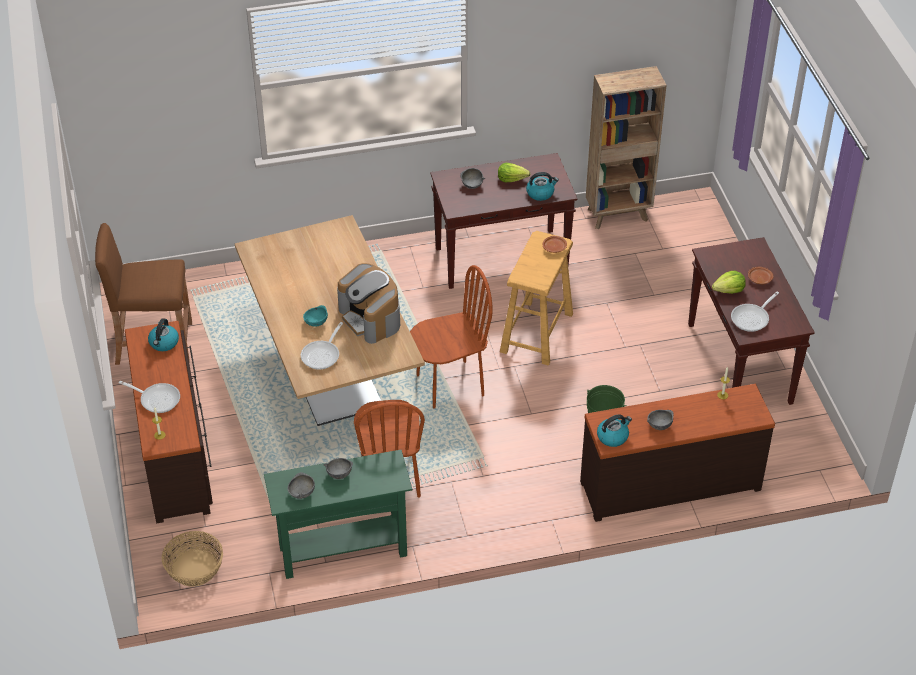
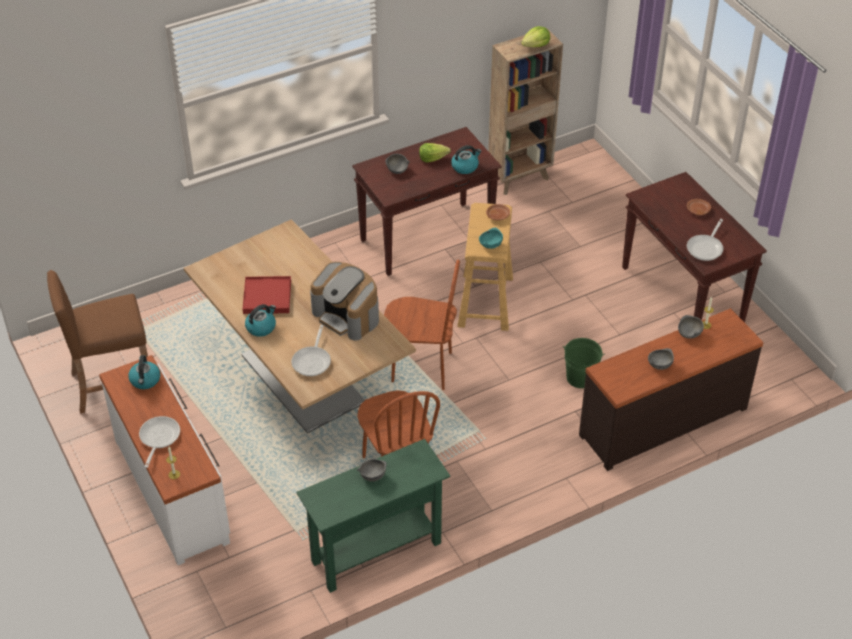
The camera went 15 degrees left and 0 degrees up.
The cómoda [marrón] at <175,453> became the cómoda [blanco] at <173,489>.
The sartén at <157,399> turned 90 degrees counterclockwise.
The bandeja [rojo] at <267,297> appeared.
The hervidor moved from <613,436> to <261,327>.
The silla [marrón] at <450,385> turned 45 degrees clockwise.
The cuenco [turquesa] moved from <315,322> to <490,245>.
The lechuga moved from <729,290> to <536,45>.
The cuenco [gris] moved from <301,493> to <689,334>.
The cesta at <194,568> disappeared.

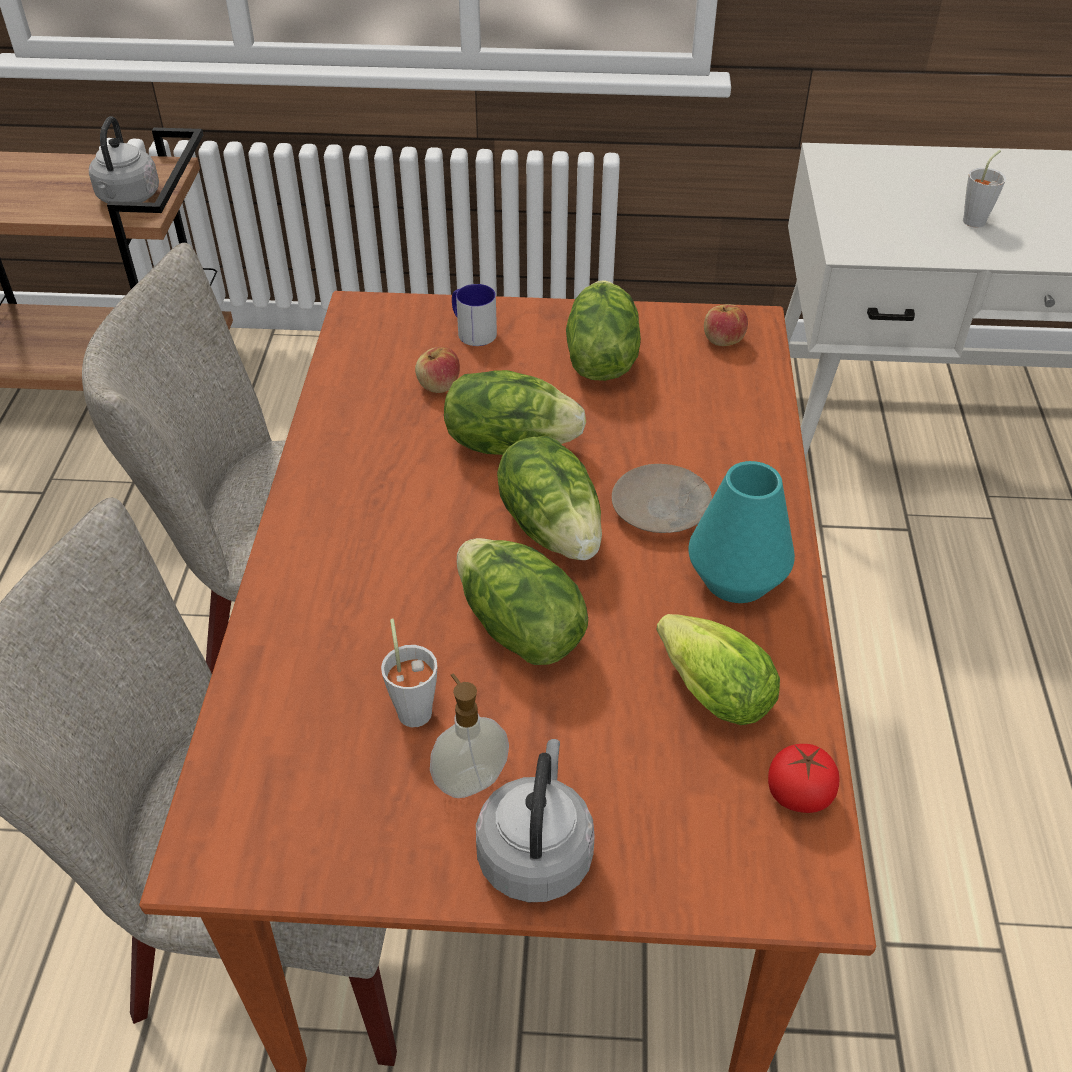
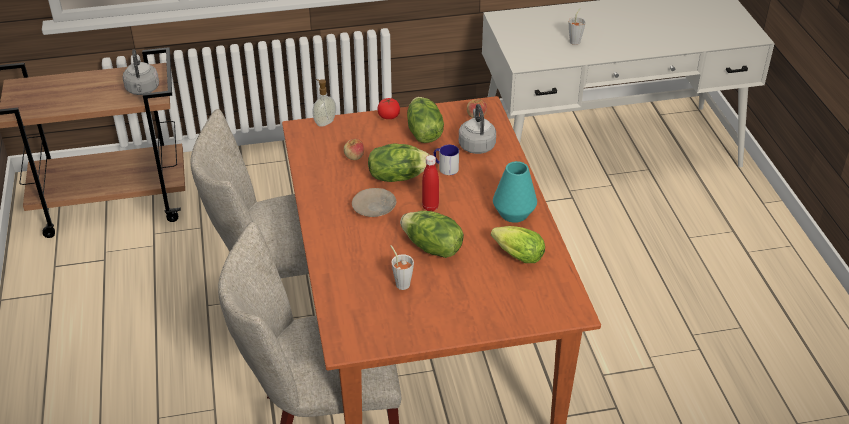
The camera went 15 degrees left and 5 degrees down.
The dispensador de jabón moved from <470,780> to <324,122>.
The plato [beis] moved from <662,508> to <374,207>.
The tomate moved from <798,794> to <388,116>.
The lechuga at <552,527> was replaced by the botella [rojo] at <430,207>.
The taza grande moved from <472,331> to <445,168>.
The hervidor [gris] moved from <536,852> to <476,145>.

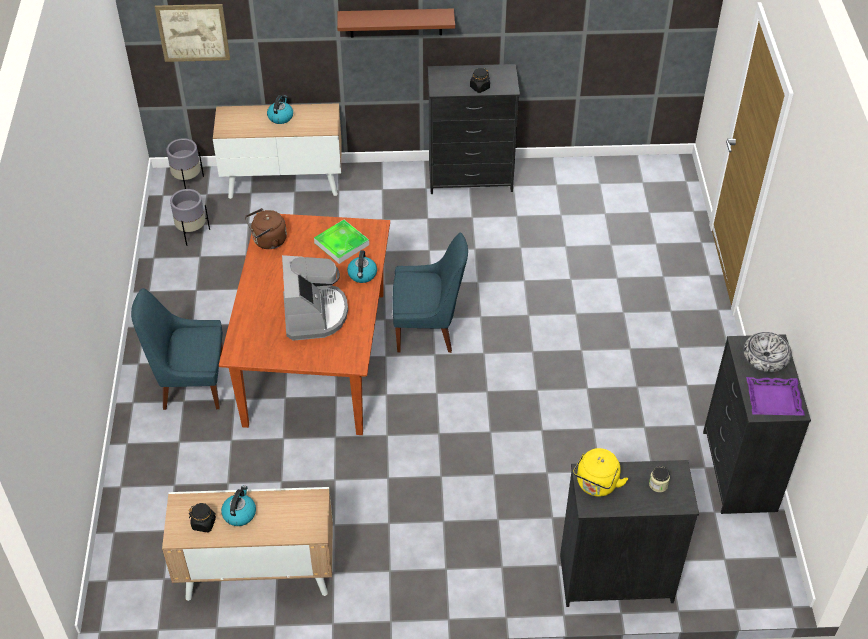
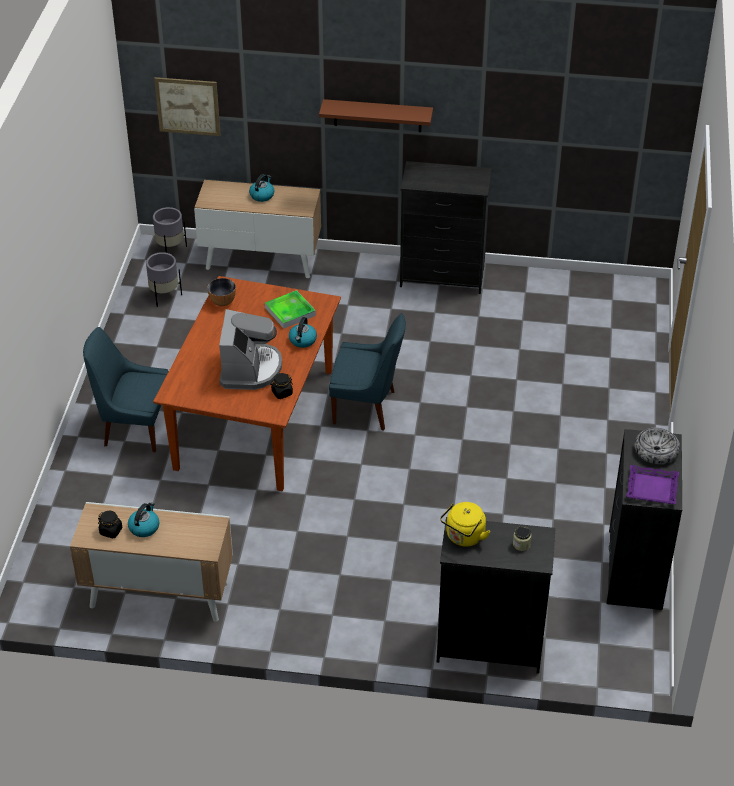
The camera went 10 degrees right and 5 degrees down.
The hervidor [marrón] at <268,241> was replaced by the cuenco at <222,302>.
The tarro [negro] moved from <479,87> to <282,393>.

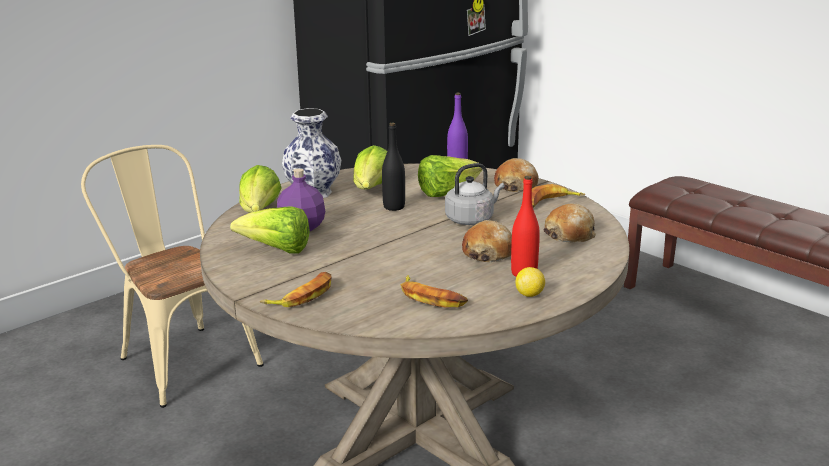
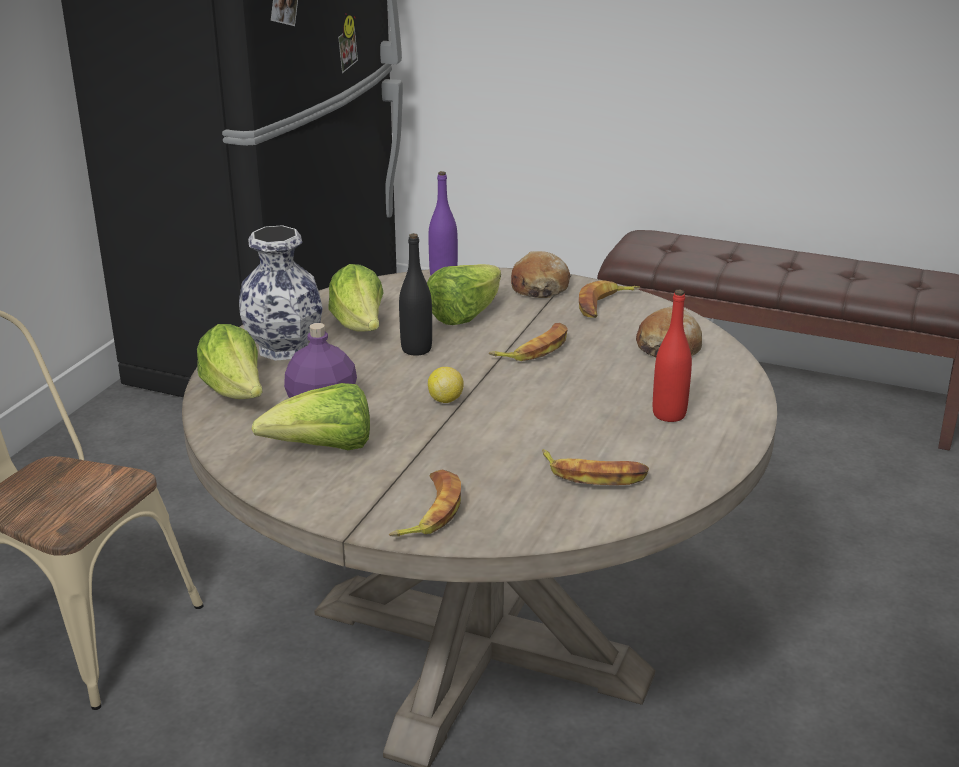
The camera went 25 degrees left and 5 degrees up.
The limón moved from <529,294> to <445,399>.
The hervidor [gris] at <471,219> was replaced by the plátano at <534,349>.
The pan at <488,252> disappeared.

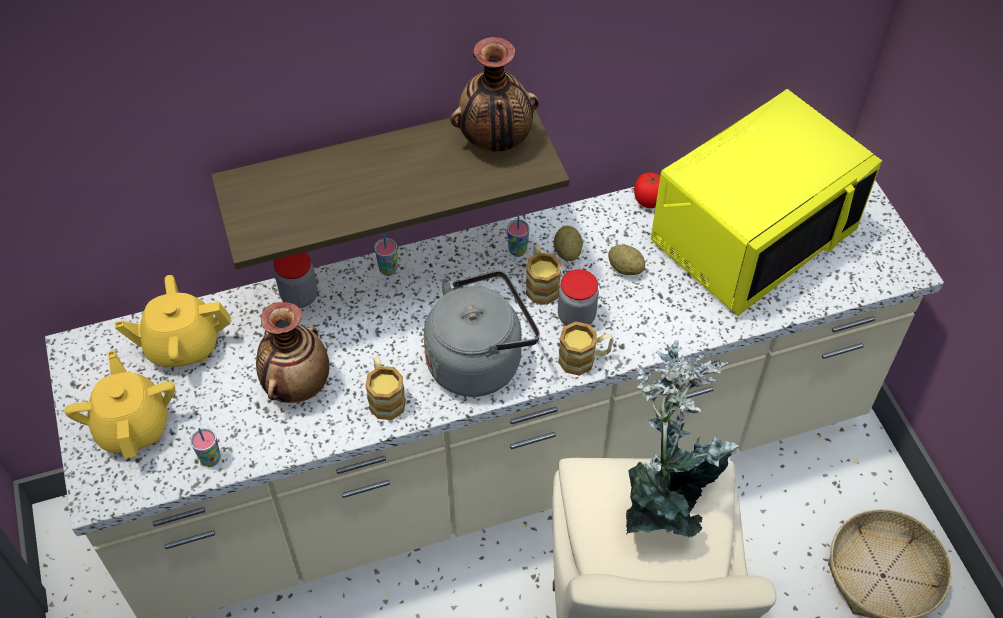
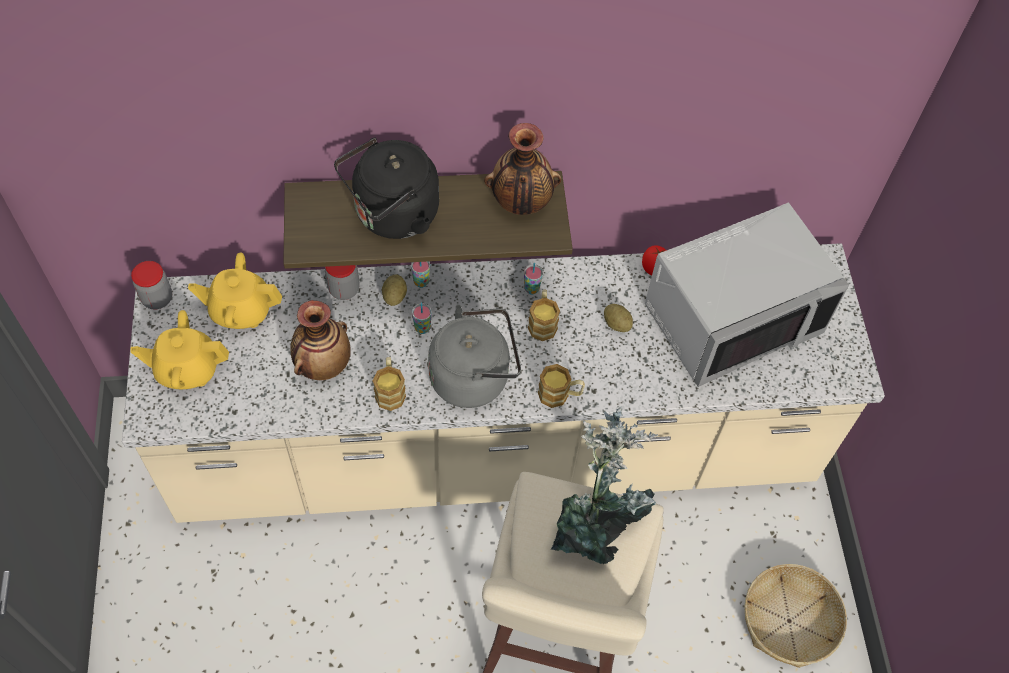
The camera went 10 degrees right and 5 degrees up.
The tetera [amarillo] at <133,426> turned 90 degrees counterclockwise.
The tarro moved from <576,316> to <157,298>.
The hervidor [negro] at <392,215> appeared.
The patata moved from <567,252> to <394,296>.
The taza moved from <211,459> to <422,328>.
The microondas [amarillo] at <750,235> became the microondas [gris] at <731,317>.

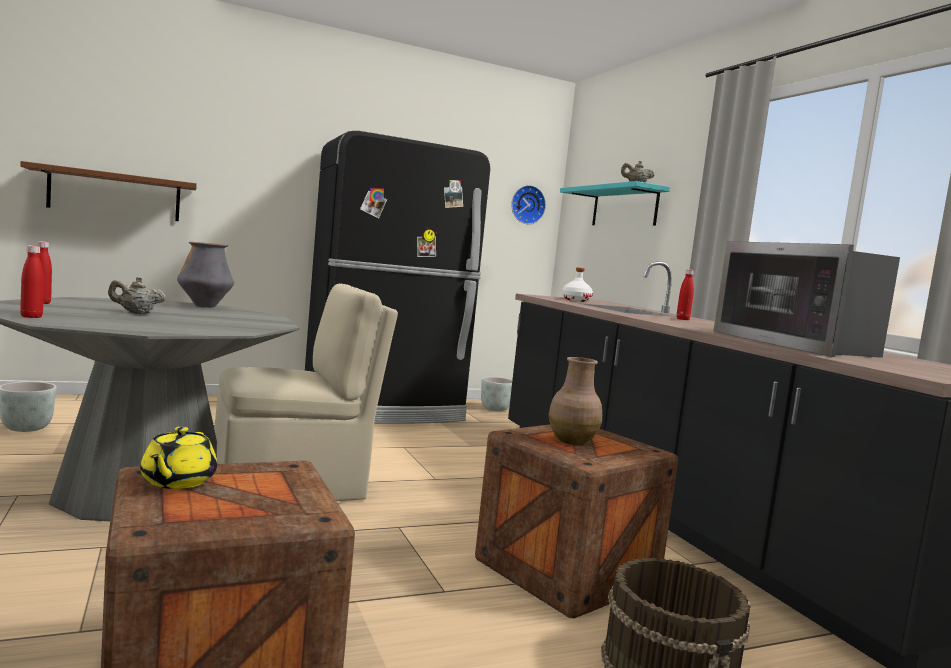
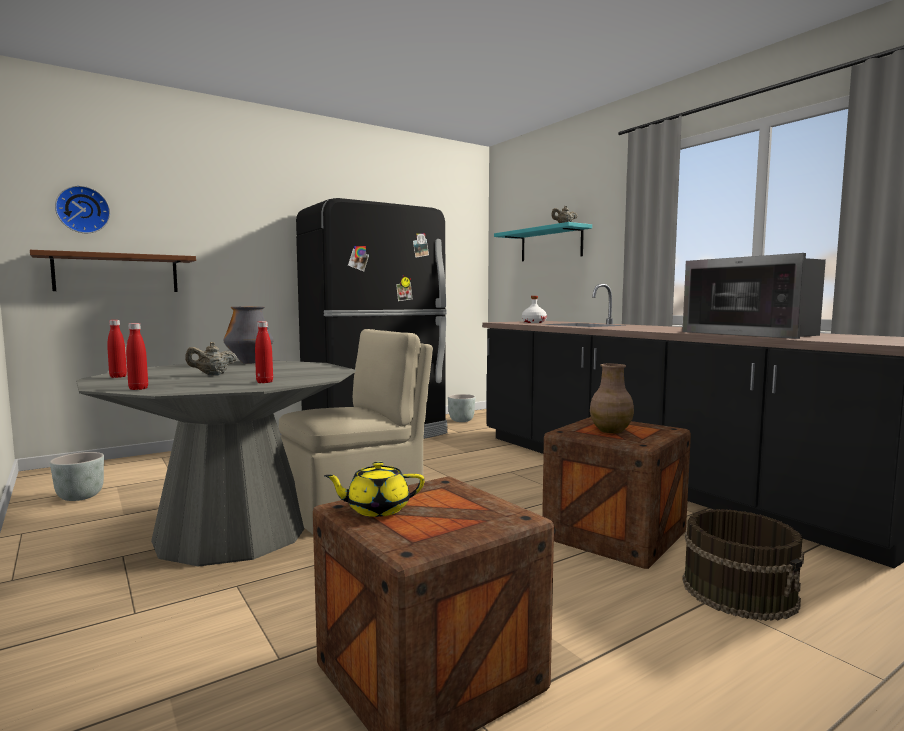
The camera went 10 degrees left and 0 degrees up.
The reloj de pared moved from <527,204> to <83,210>.
The botella [rojo] moved from <682,319> to <264,382>.
The tetera [amarillo] at <177,481> turned 90 degrees clockwise.

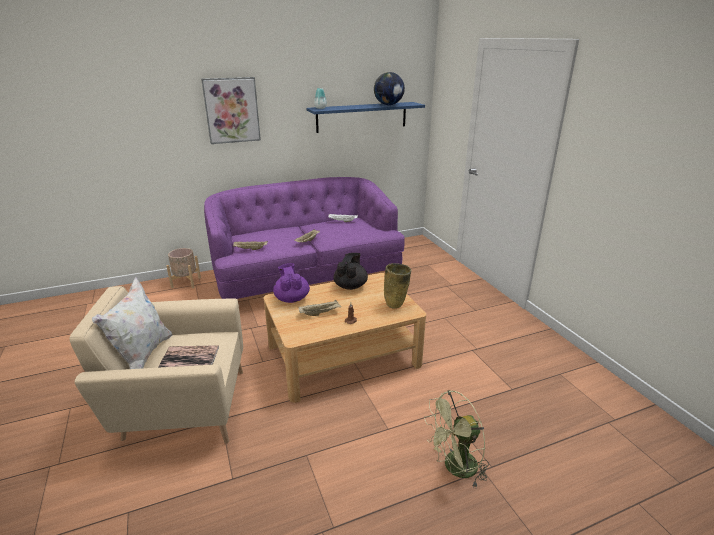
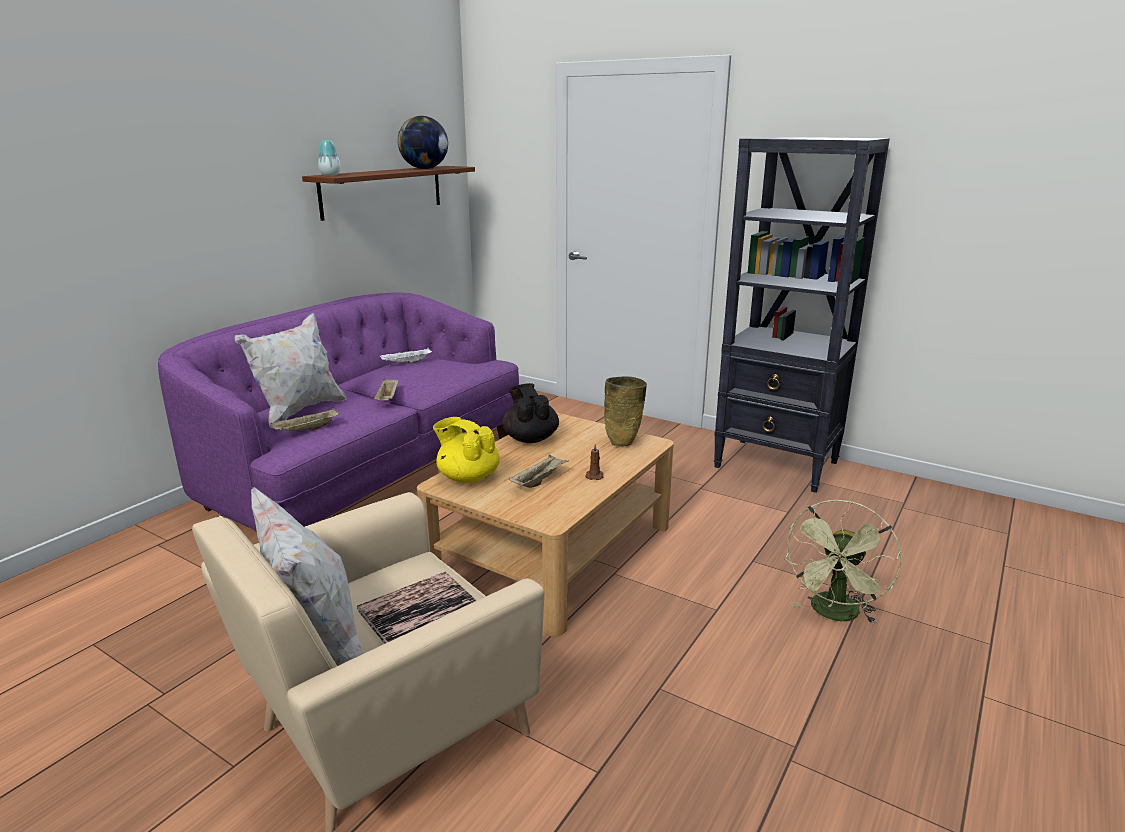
The camera went 35 degrees left and 5 degrees down.
The cojín [blanco] at <299,411> appeared.
The estante [azul] at <362,117> became the estante [marrón] at <383,191>.
The tetera [morado] at <291,298> became the tetera [amarillo] at <468,477>.
The estantería [negro] at <777,465> appeared.
The maceta [beis] at <186,282> disappeared.
The cuadro at <232,110> disappeared.

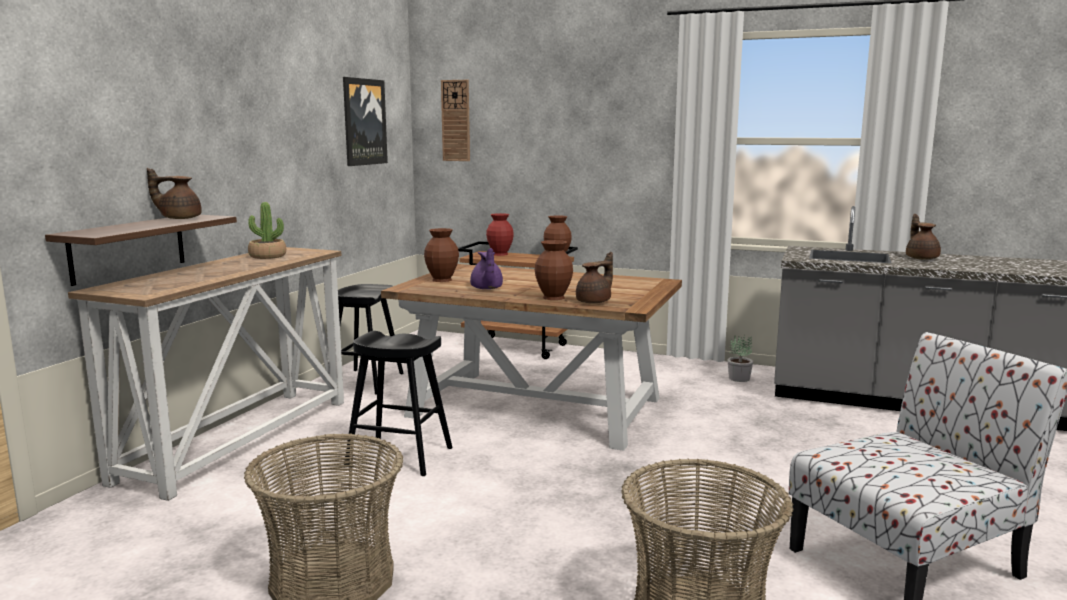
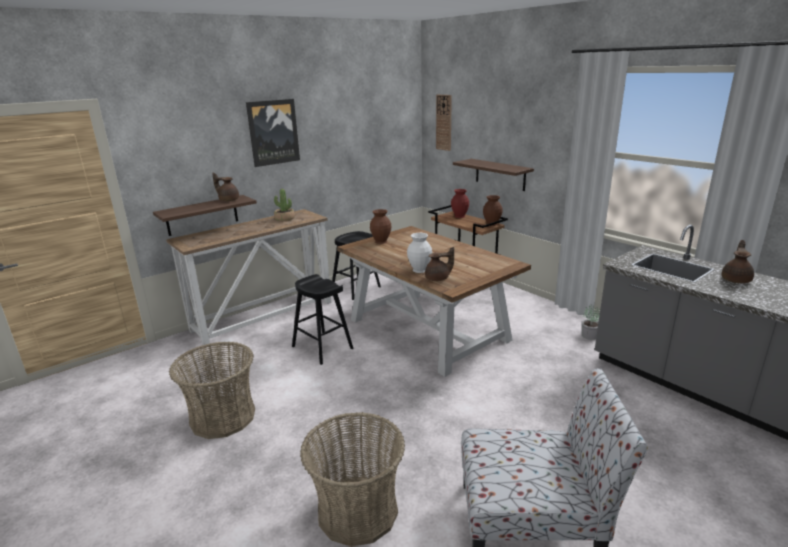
The camera went 30 degrees right and 10 degrees up.
The cuadro moved from <364,122> to <273,132>.
The florero [marrón] at <552,297> became the florero [blanco] at <419,270>.
The estante at <500,174> appeared.
The tetera [morado] at <486,288> disappeared.

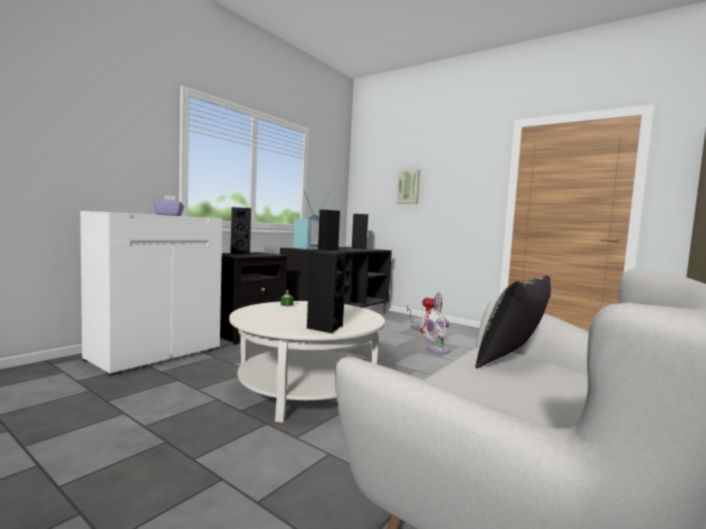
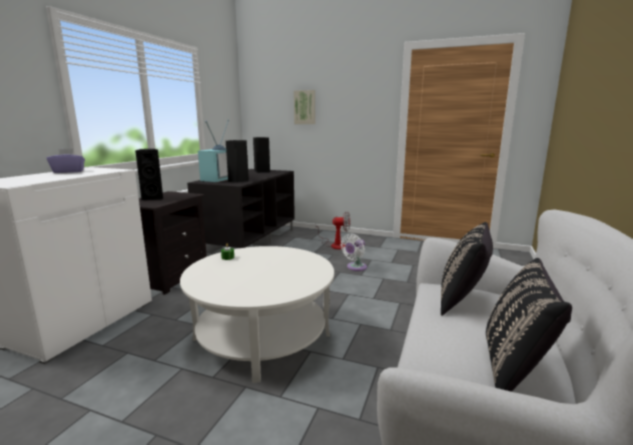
The camera went 15 degrees left and 10 degrees up.
The cojín [negro] at <514,370> appeared.
The altavoz [negro] at <324,328> disappeared.

